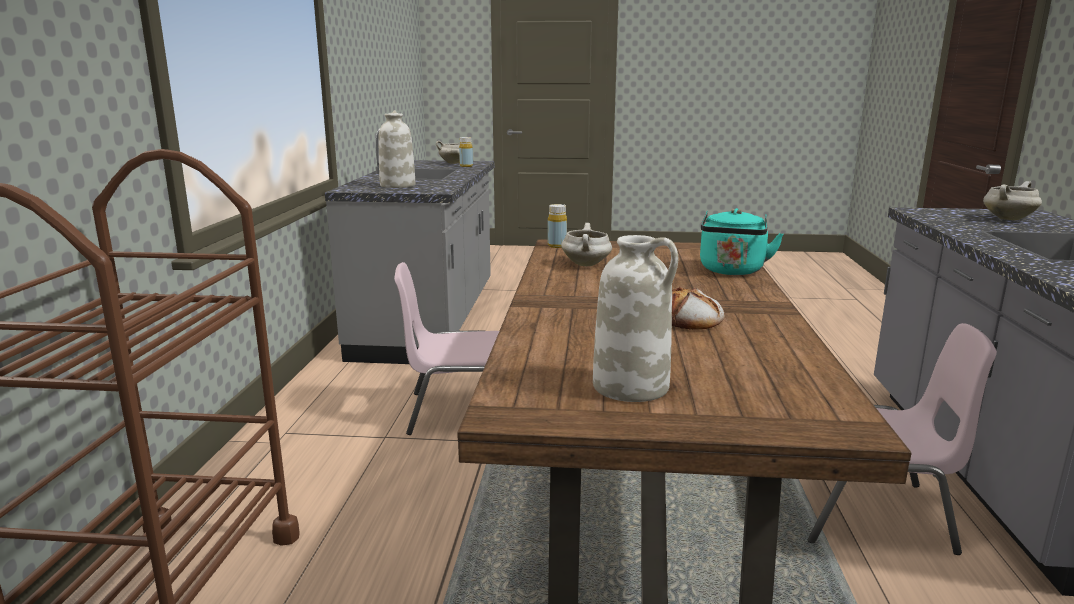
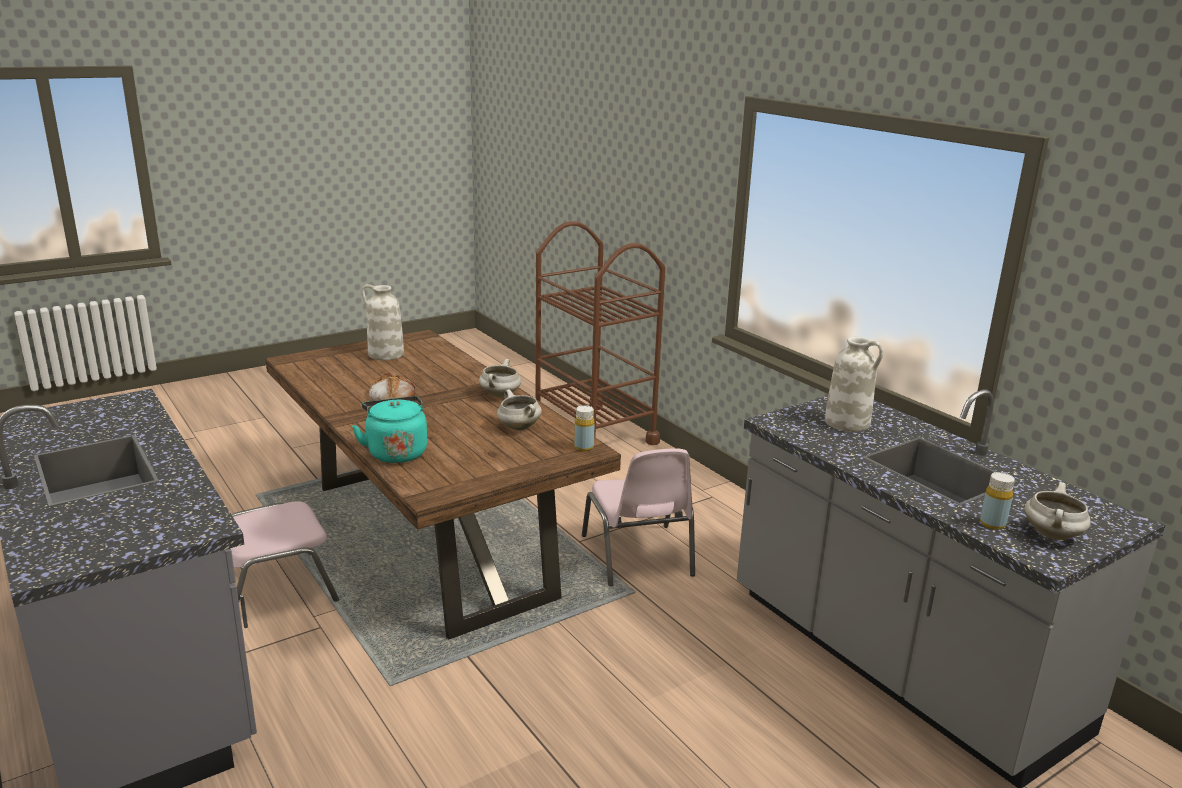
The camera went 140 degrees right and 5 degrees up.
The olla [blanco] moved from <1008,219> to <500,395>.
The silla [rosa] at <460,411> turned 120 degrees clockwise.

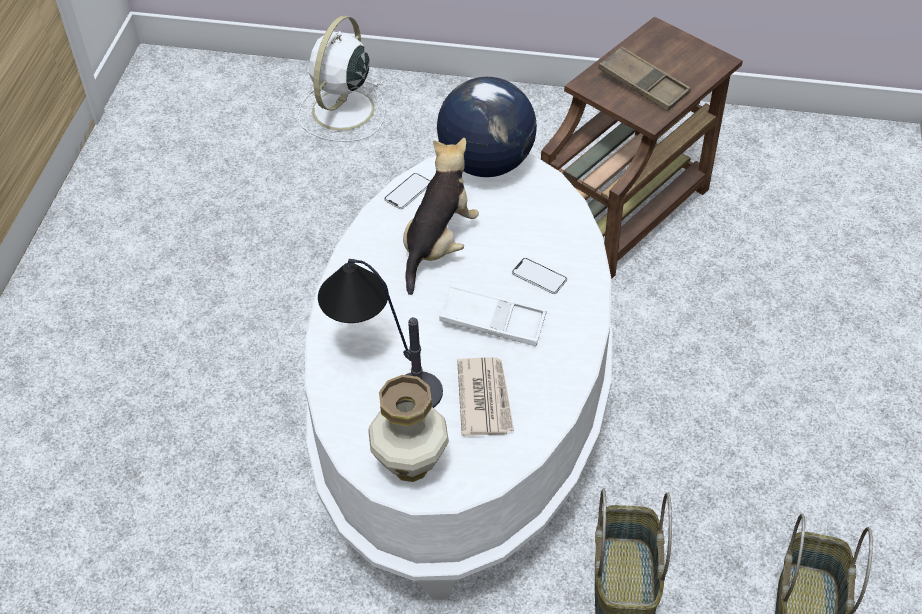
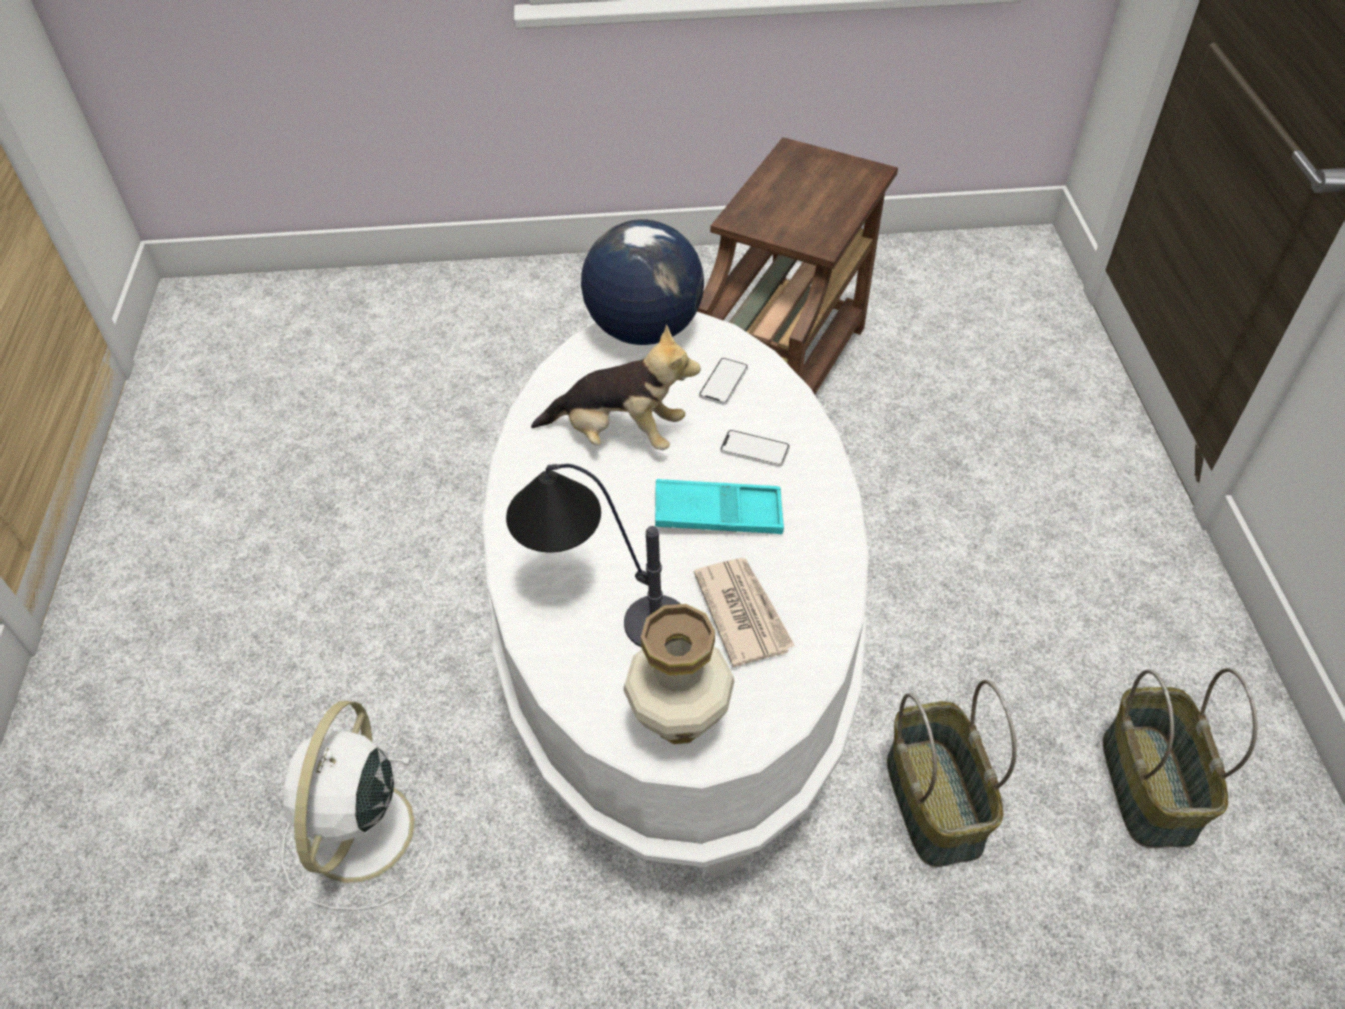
The camera went 15 degrees left and 0 degrees up.
The ventilador [blanco] moved from <342,112> to <359,836>.
The peluche at <438,244> turned 90 degrees clockwise.
The bandeja [blanco] at <493,321> became the bandeja [turquesa] at <718,514>.
The móvil moved from <408,192> to <723,382>.
The bandeja [marrón] at <643,84> disappeared.

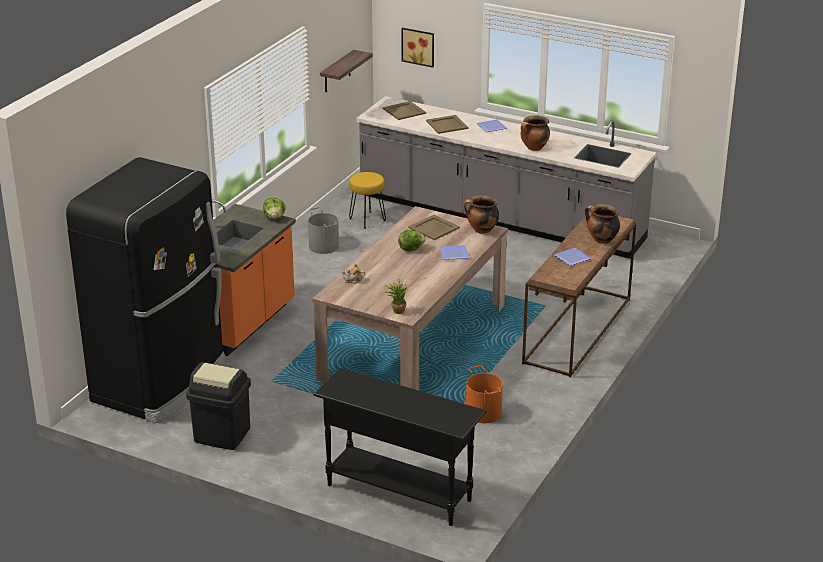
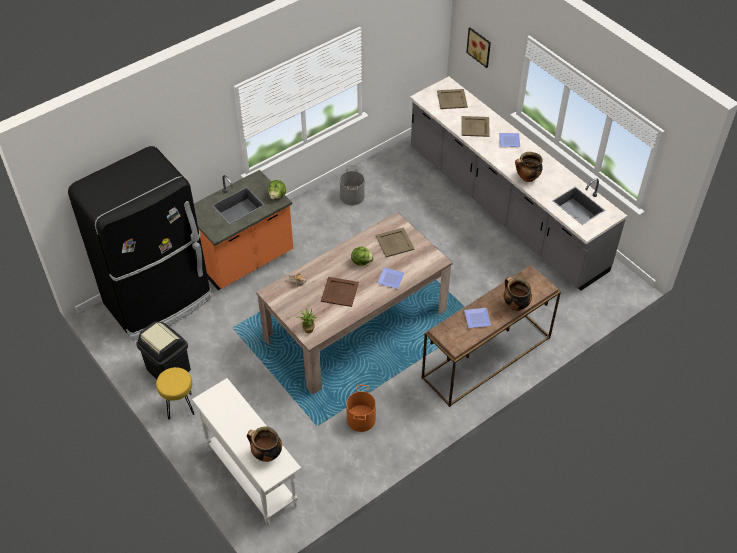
The camera went 25 degrees right and 20 degrees up.
The taburete [amarillo] moved from <367,219> to <180,405>.
The mesa consola [negro] at <398,492> became the mesa consola [blanco] at <252,477>.
The olla moved from <481,230> to <266,454>.
The bandeja [marrón] at <339,292> appeared.
The estante at <337,72> disappeared.

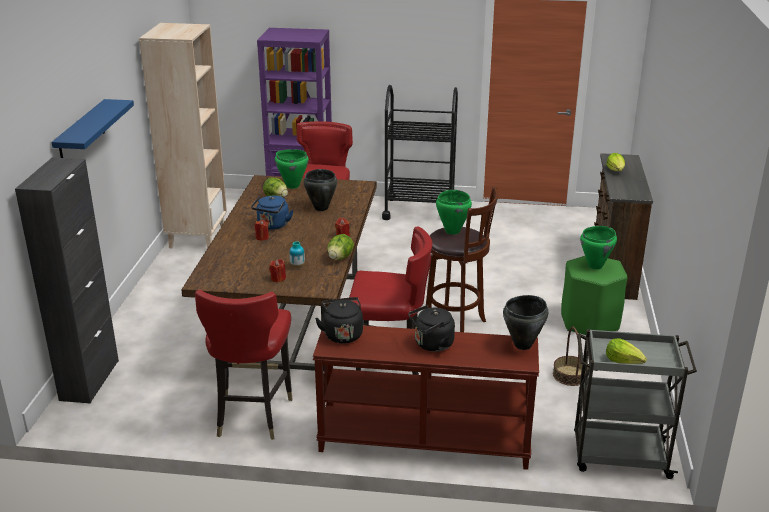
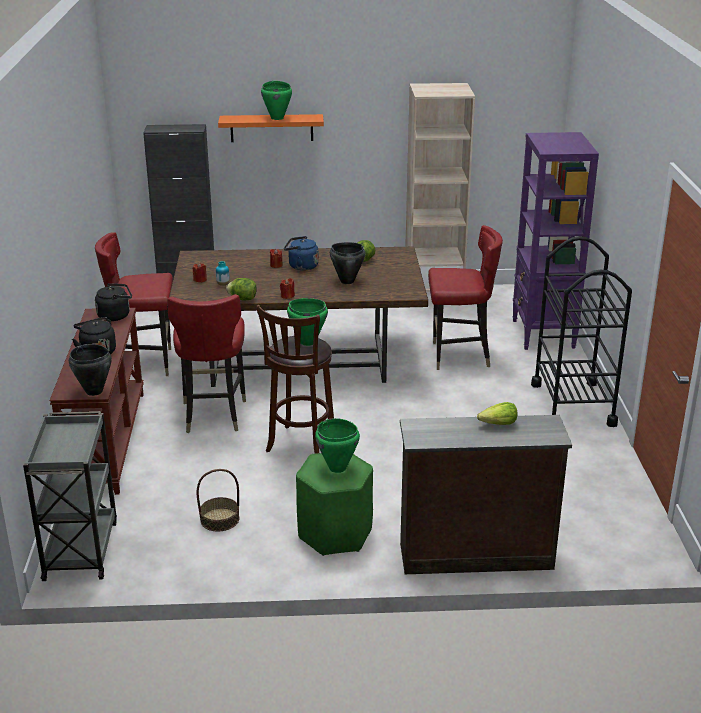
The camera went 80 degrees right and 0 degrees up.
The estante [azul] at <81,134> became the estante [naranja] at <271,128>.
The olla [verde] moved from <292,186> to <277,118>.
The lechuga at <623,361> disappeared.

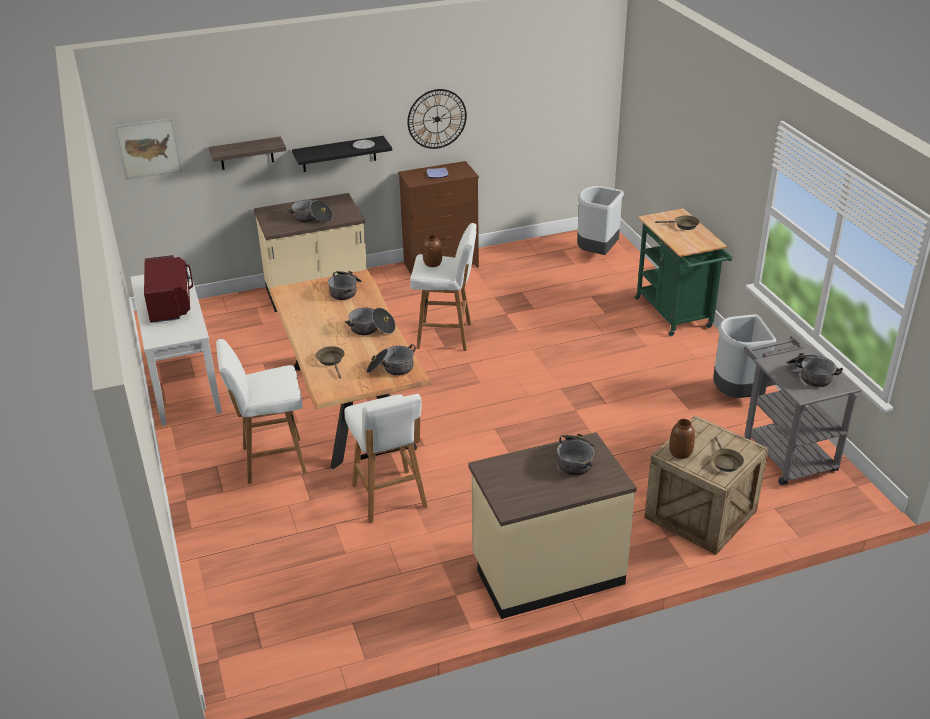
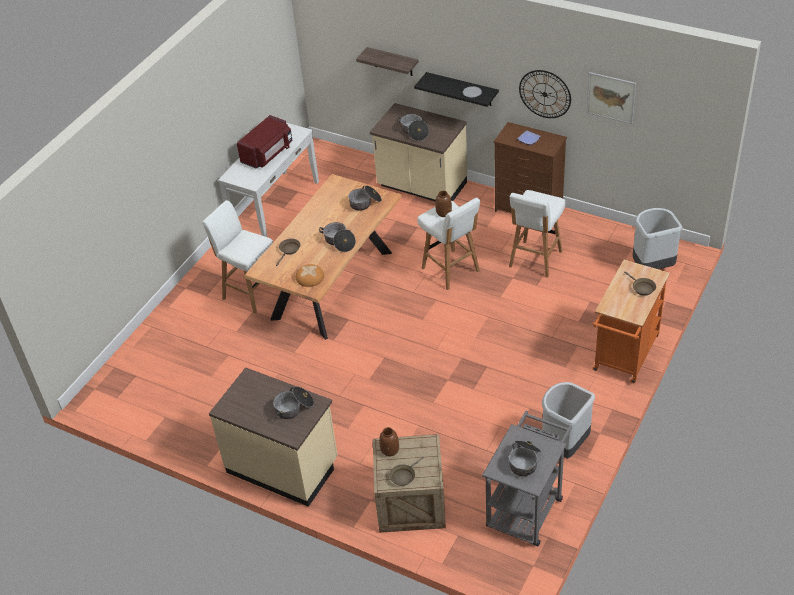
The camera went 50 degrees right and 10 degrees up.
The olla at <391,368> was replaced by the pan at <309,277>.
The taburete [blanco] moved from <389,497> to <535,260>.
The cuadro moved from <148,148> to <611,97>.
The carrito [verde] at <676,316> became the carrito [naranja] at <624,357>.

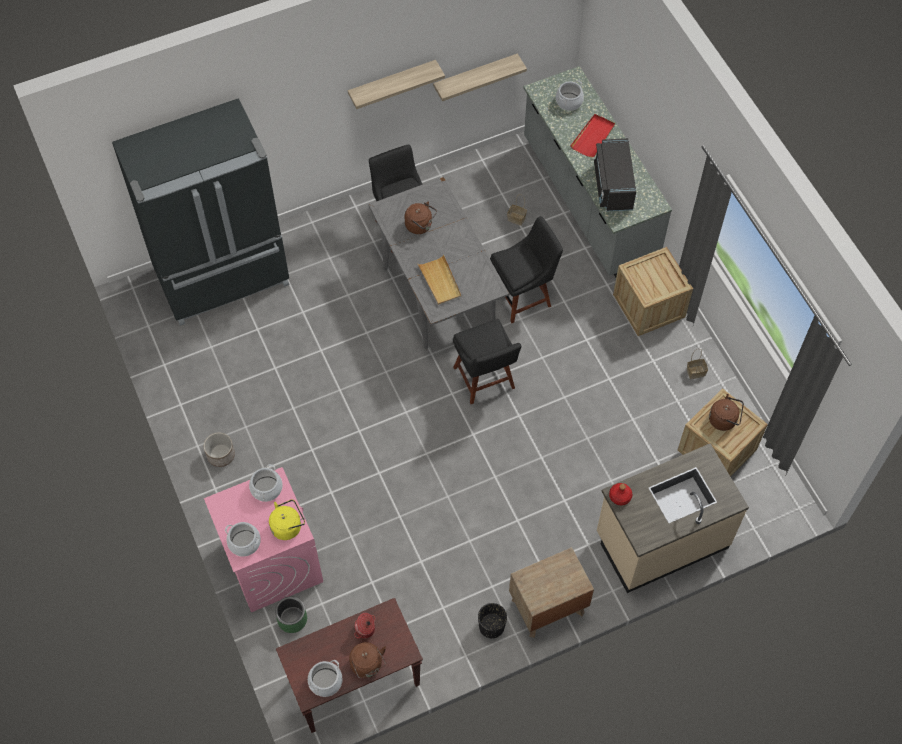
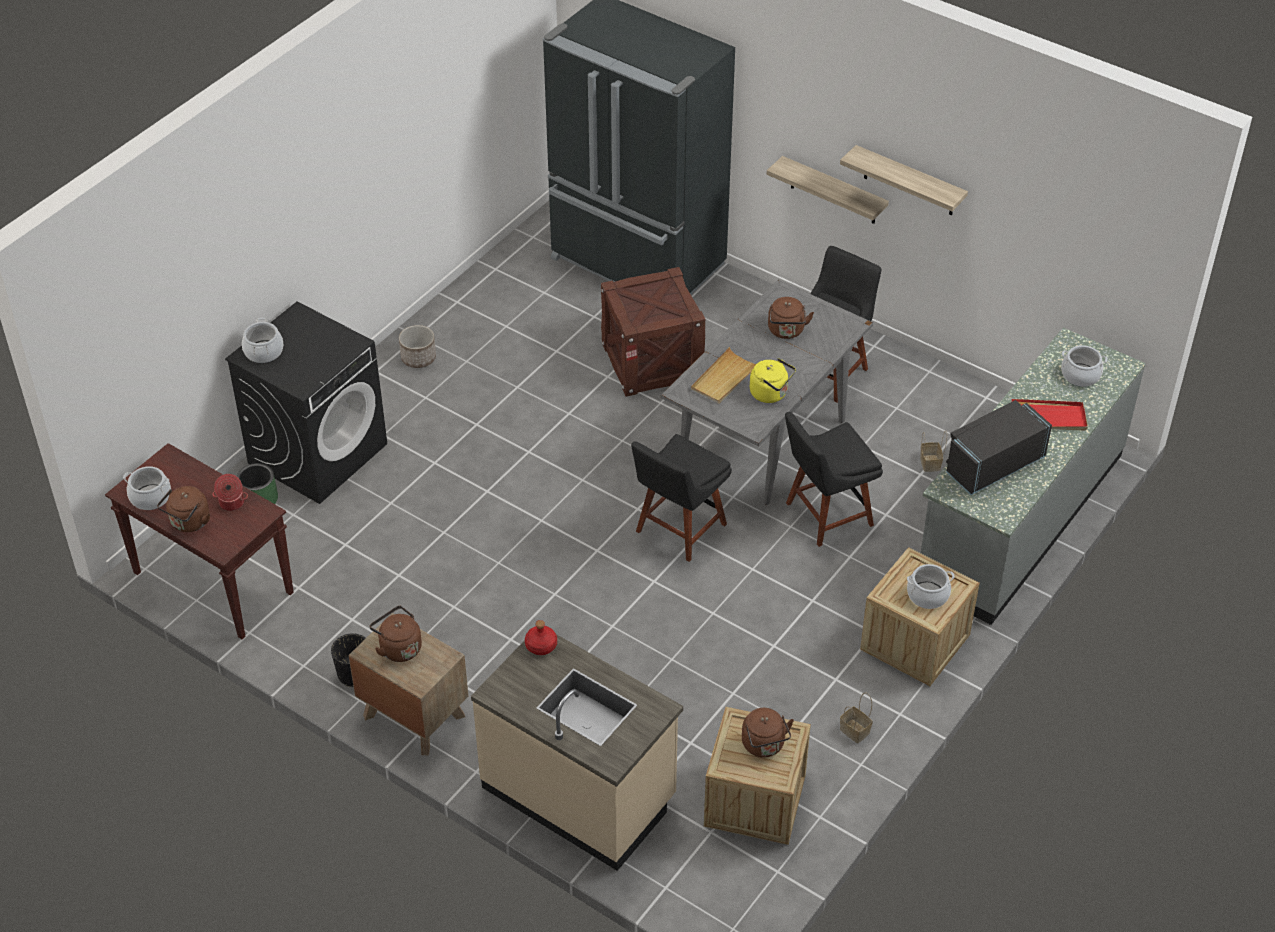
The camera went 60 degrees right and 15 degrees down.
The lavadora [rosa] at <272,561> became the lavadora [negro] at <318,453>.
The hervidor [marrón] at <398,647> appeared.
The caja de embalaje at <651,361> appeared.
The hervidor [amarillo] moved from <288,526> to <771,394>.
The estante moved from <475,76> to <833,191>.
The silla [negro] at <523,296> turned 120 degrees clockwise.
The olla moved from <267,488> to <927,595>.

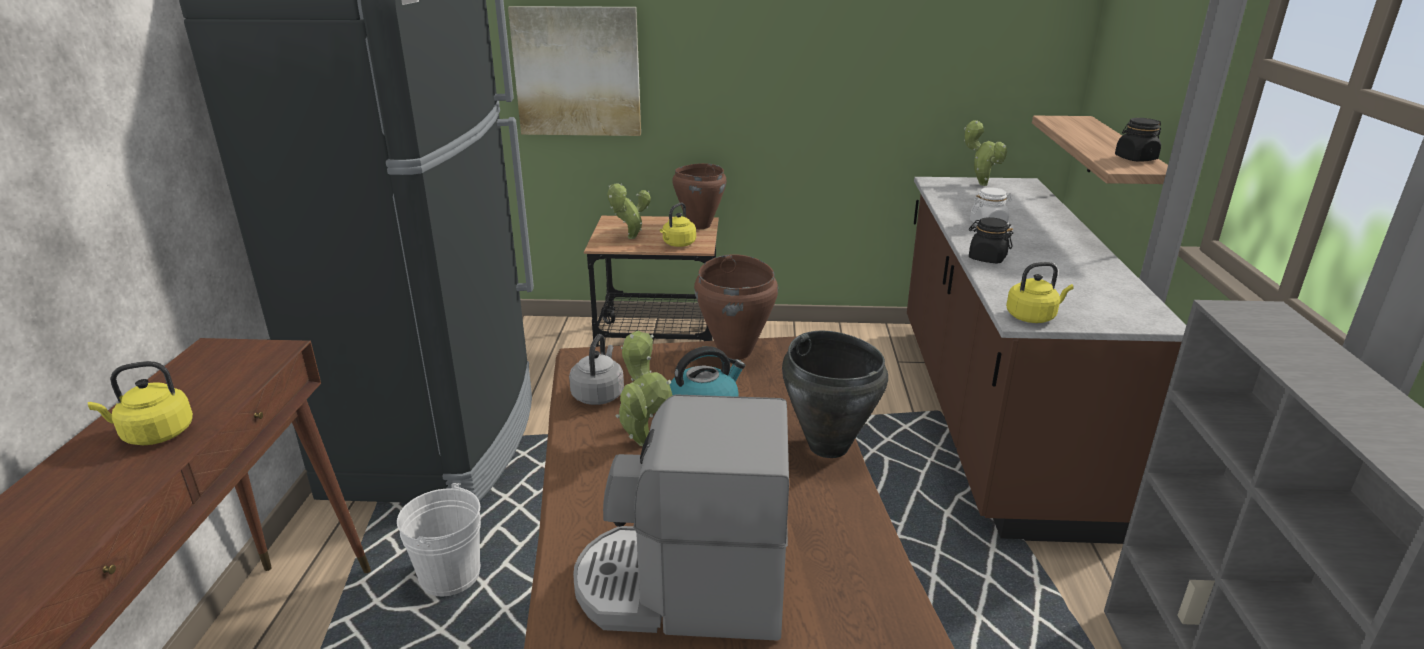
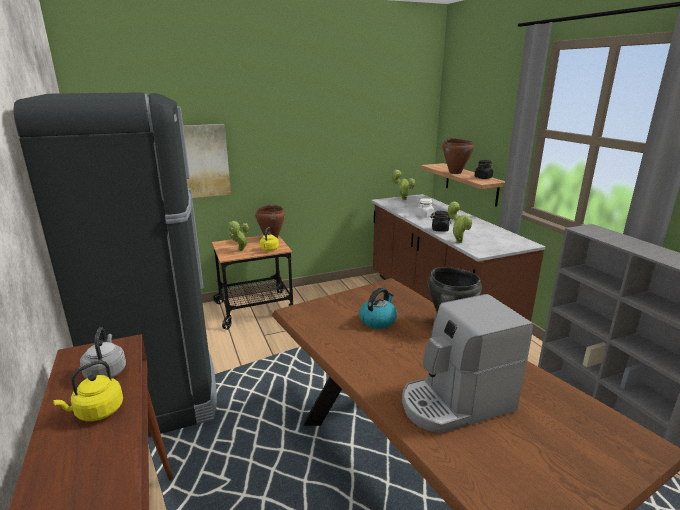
The camera went 25 degrees left and 5 degrees down.
The hervidor [gris] moved from <599,394> to <106,372>.
The olla [marrón] moved from <735,351> to <455,172>.
The planta en maceta moved from <643,439> to <458,241>.
The cubo [blanco] at <450,576> disappeared.
The hervidor [amarillo] at <1033,317> disappeared.

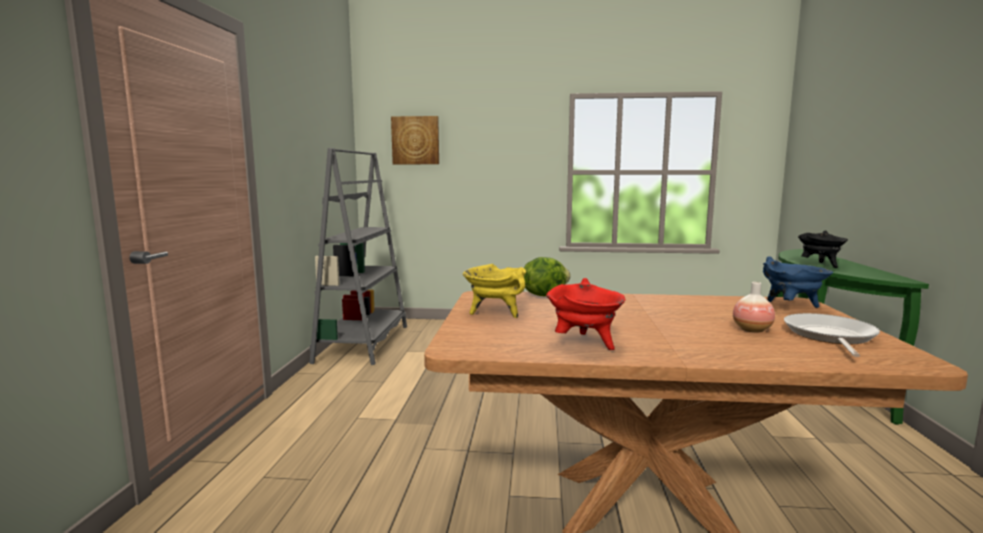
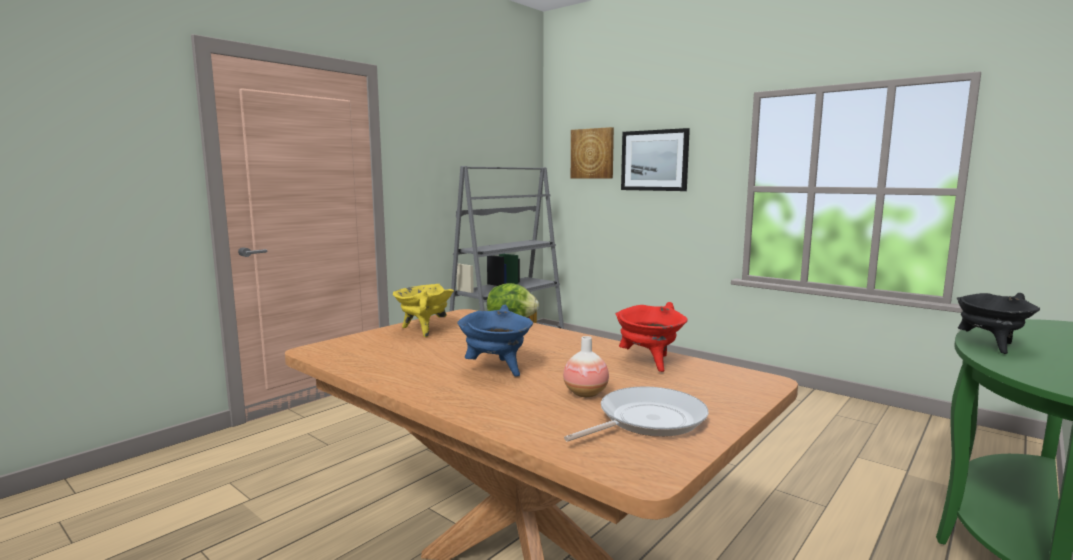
The camera went 35 degrees right and 0 degrees up.
The olla [azul] moved from <791,307> to <497,370>.
The olla [rojo] moved from <585,344> to <649,363>.
The cuadro at <654,160> appeared.

